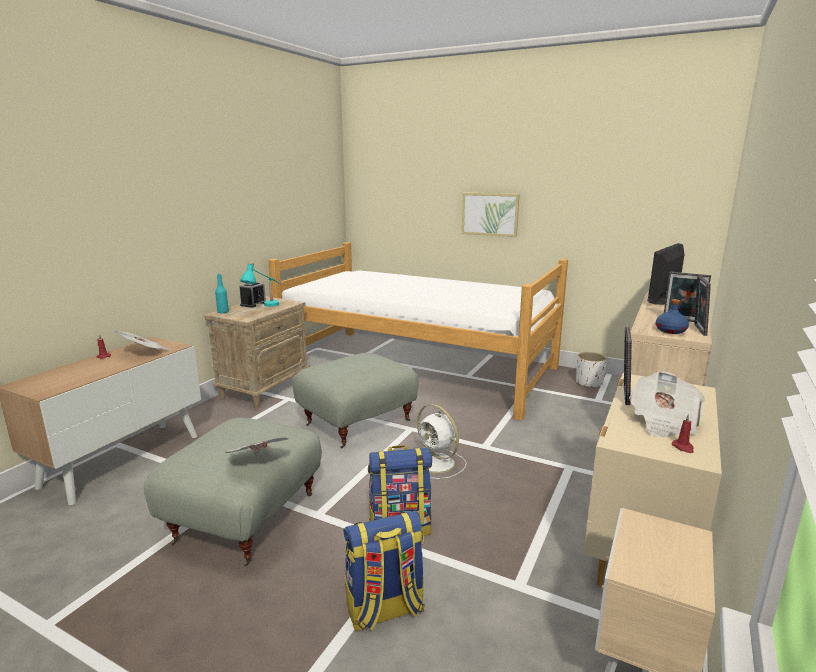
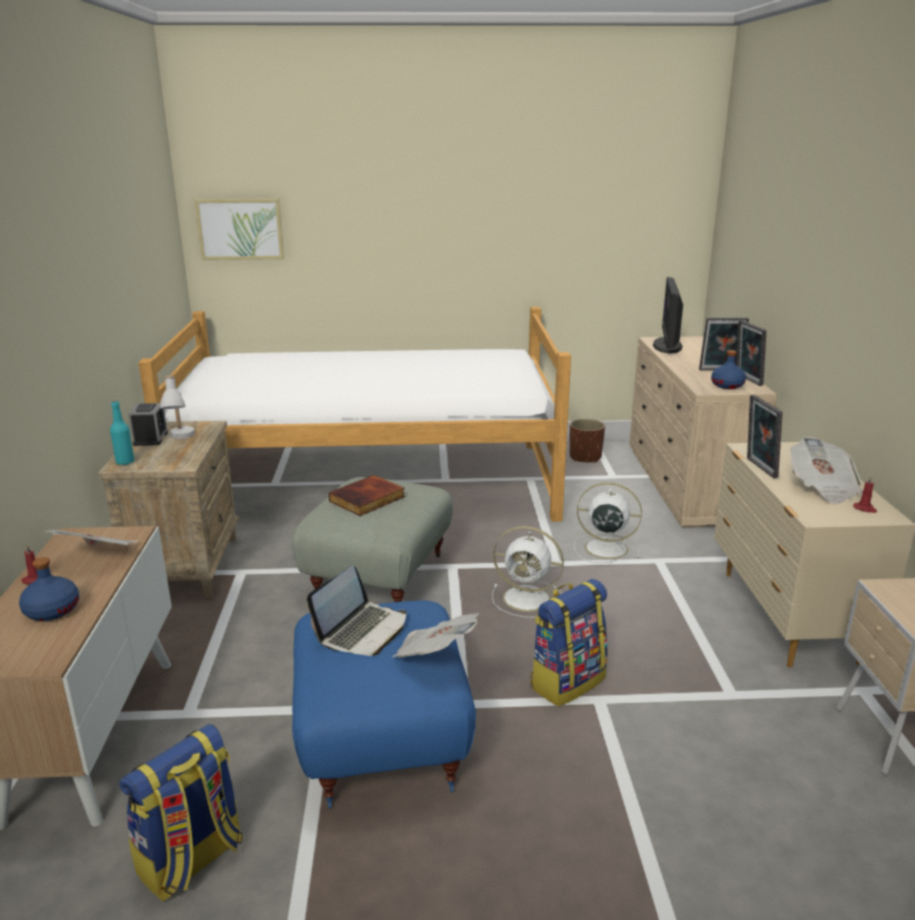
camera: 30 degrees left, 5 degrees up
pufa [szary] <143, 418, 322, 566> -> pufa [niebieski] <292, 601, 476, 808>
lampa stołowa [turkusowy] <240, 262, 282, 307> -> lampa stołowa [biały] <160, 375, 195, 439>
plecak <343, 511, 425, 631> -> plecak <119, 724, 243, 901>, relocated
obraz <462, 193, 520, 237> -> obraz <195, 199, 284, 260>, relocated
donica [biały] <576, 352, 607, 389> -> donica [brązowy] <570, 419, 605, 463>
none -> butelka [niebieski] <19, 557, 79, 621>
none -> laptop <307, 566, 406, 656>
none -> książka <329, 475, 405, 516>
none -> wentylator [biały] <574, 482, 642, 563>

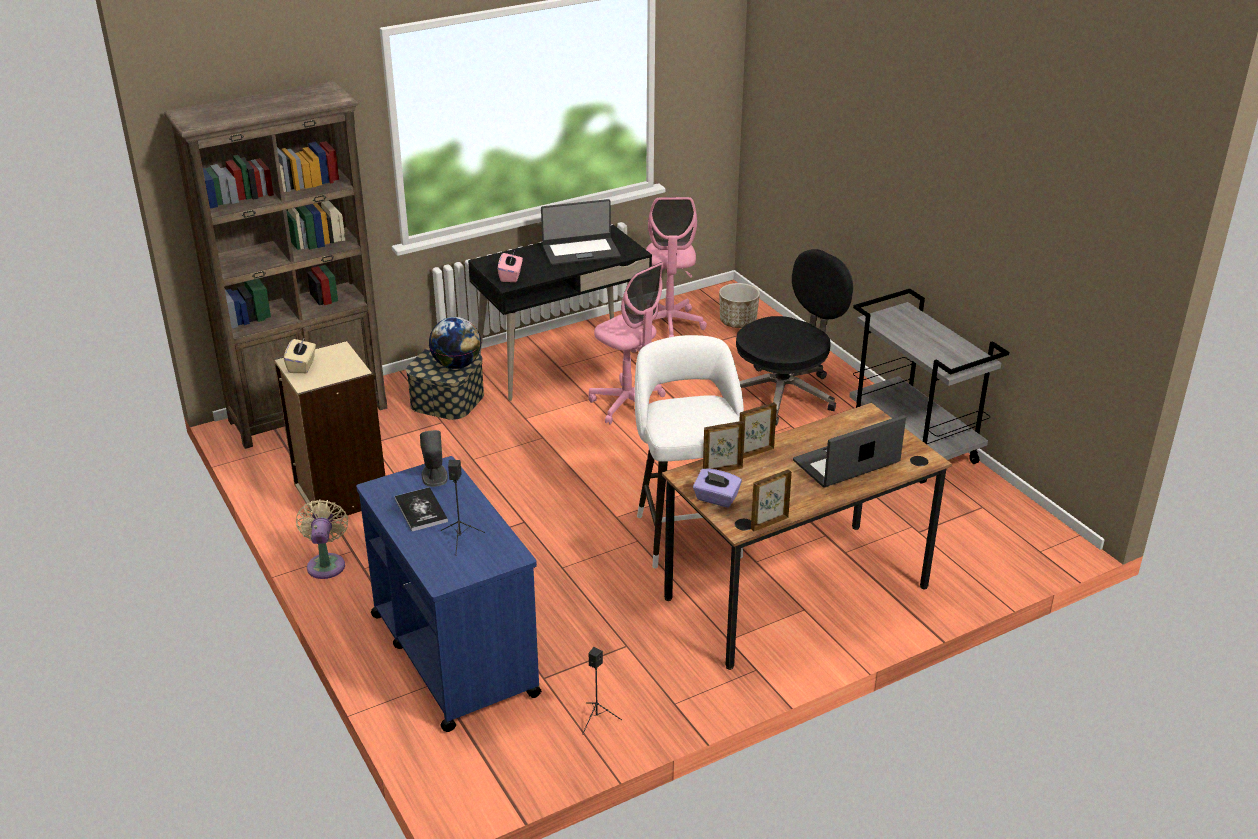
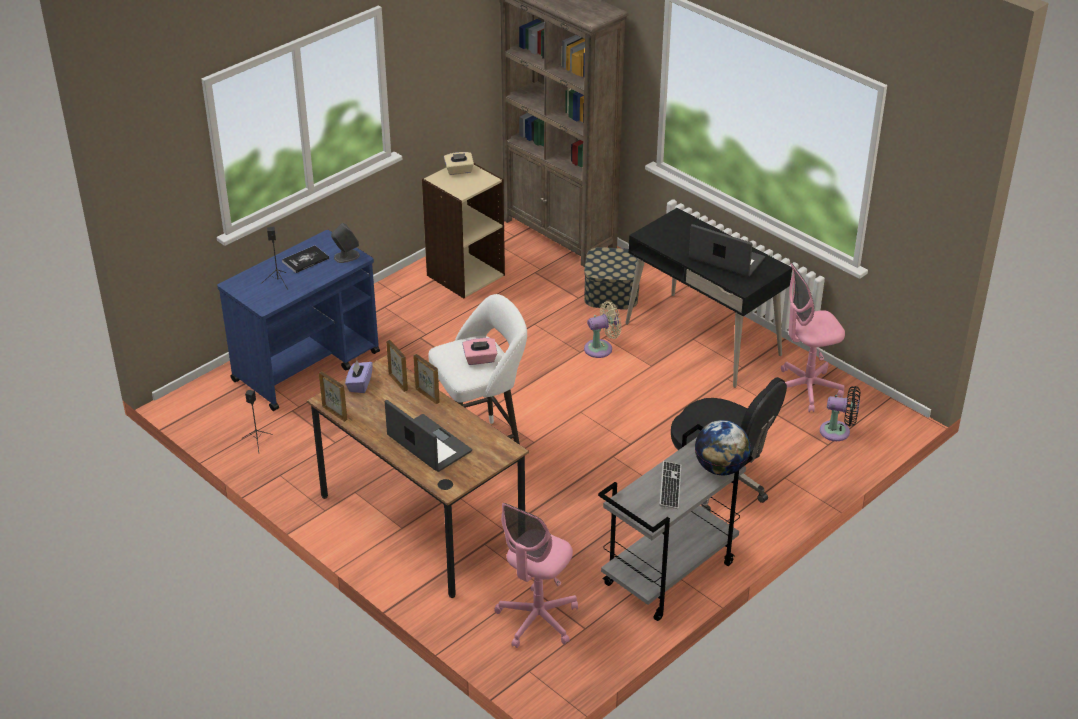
camera: 75 degrees right, 5 degrees up
wentylator [beżowy] <296, 499, 348, 579> -> wentylator [beżowy] <584, 301, 622, 358>, relocated
globus <429, 317, 481, 369> -> globus <695, 420, 751, 475>, relocated
pudełko chusteczek [różowy] <498, 253, 523, 282> -> pudełko chusteczek [różowy] <462, 338, 497, 365>, relocated
laptop <541, 199, 621, 265> -> laptop <689, 224, 765, 277>, 150 degrees clockwise
krzesło biurowe [różowy] <589, 262, 666, 425> -> krzesło biurowe [różowy] <494, 503, 578, 648>, relocated
donica <719, 283, 760, 328> -> wentylator [czarny] <820, 386, 860, 441>
none -> klawiatura <659, 461, 681, 509>

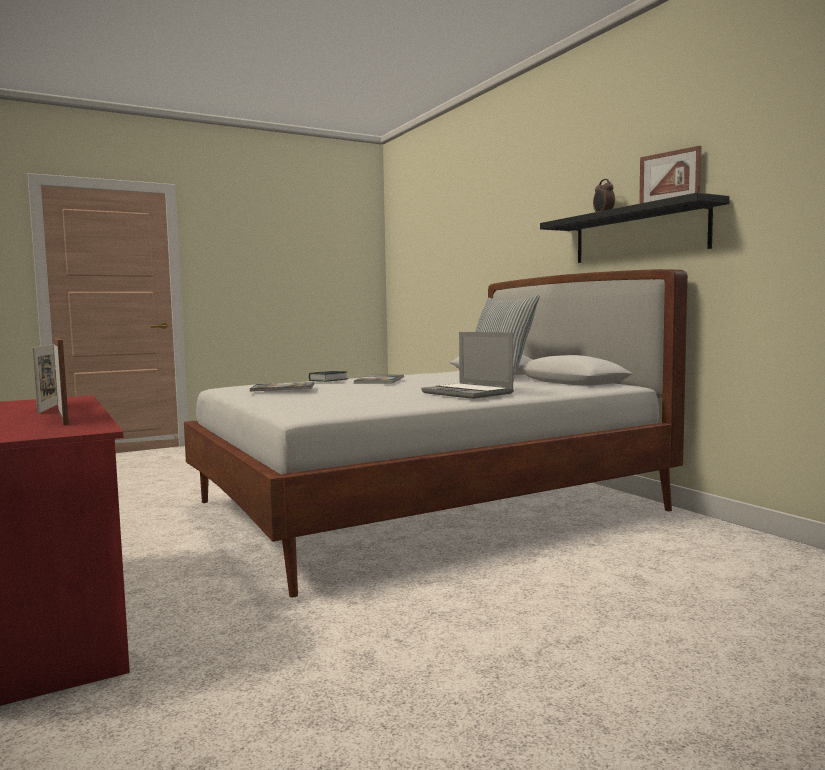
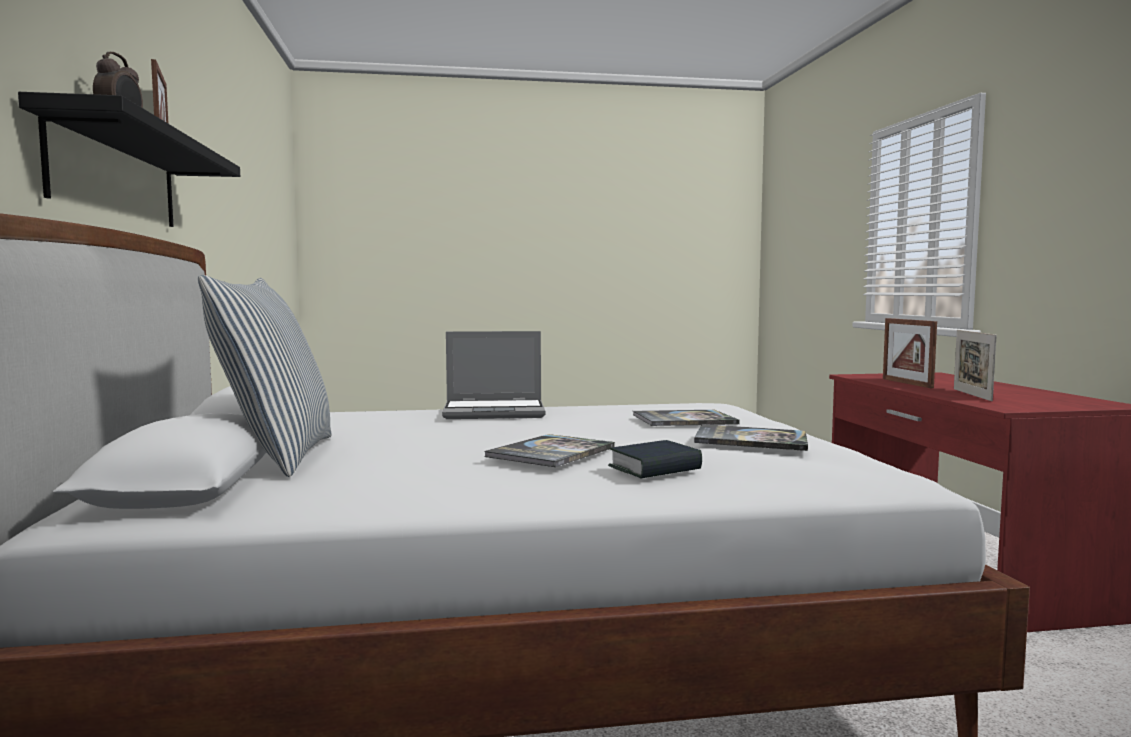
camera: 160 degrees left, 0 degrees up
laptop <421, 332, 514, 399> -> laptop <442, 331, 545, 419>, 105 degrees clockwise
none -> książka <633, 410, 740, 426>

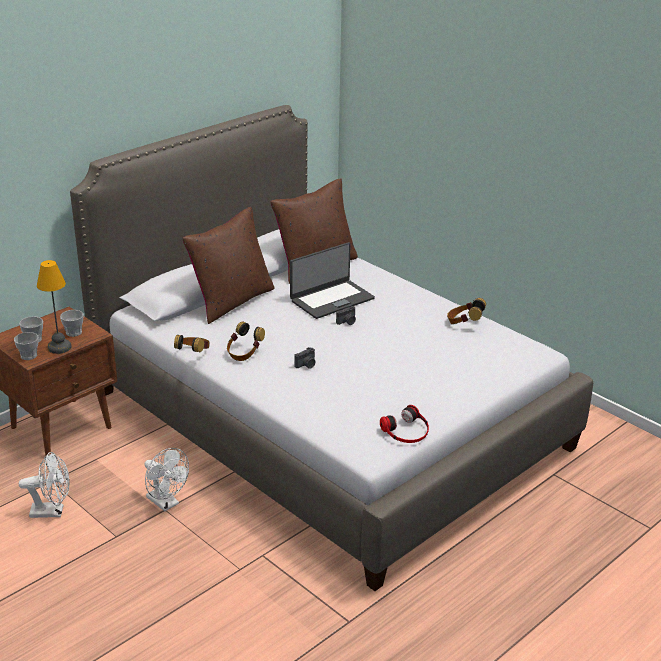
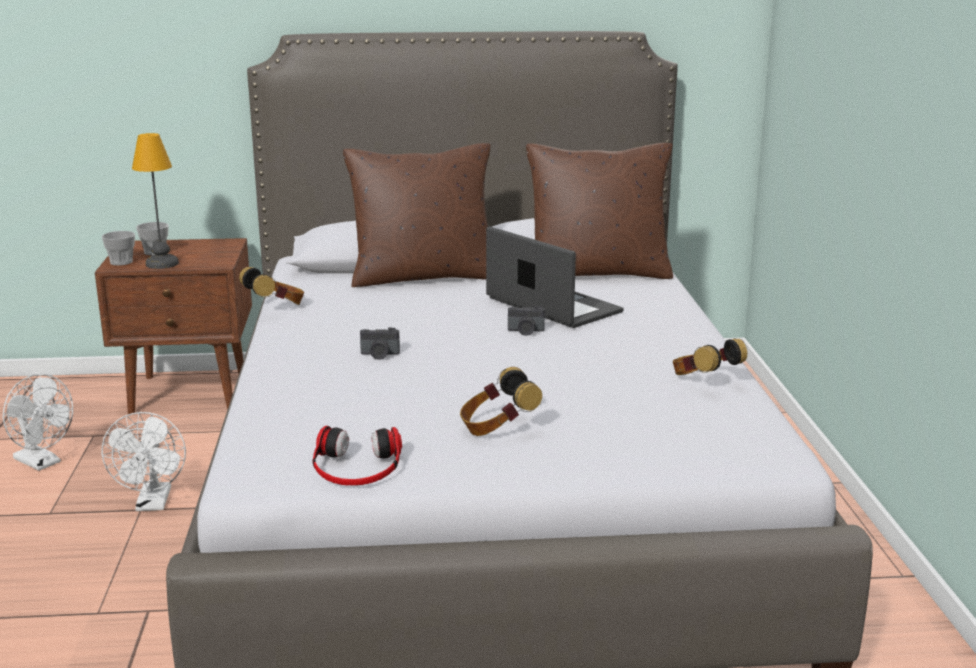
camera: 40 degrees right, 10 degrees down
filiżanka <60, 310, 84, 337> -> none
słuchawki <227, 321, 265, 361> -> słuchawki <460, 367, 542, 436>, relocated
laptop <290, 242, 375, 319> -> laptop <486, 226, 624, 328>, 135 degrees counterclockwise

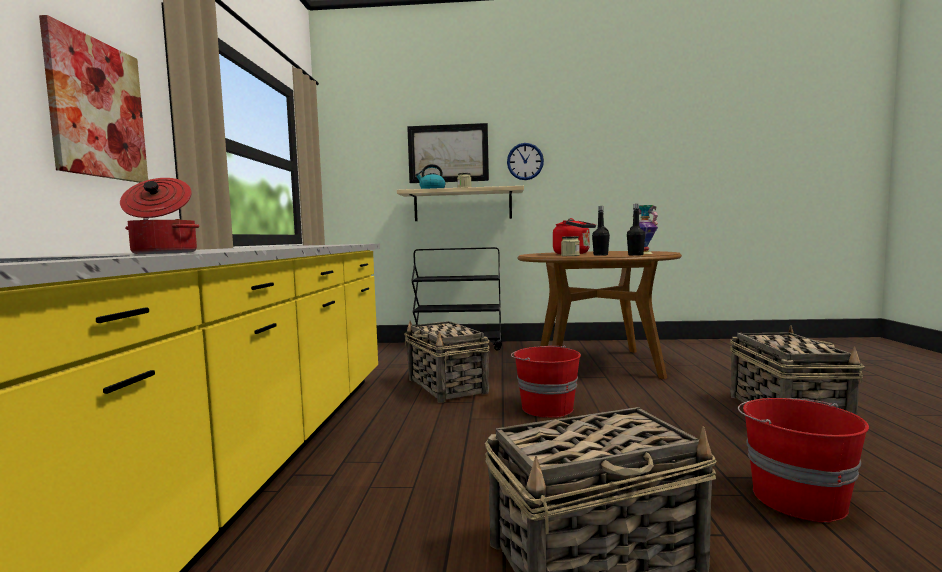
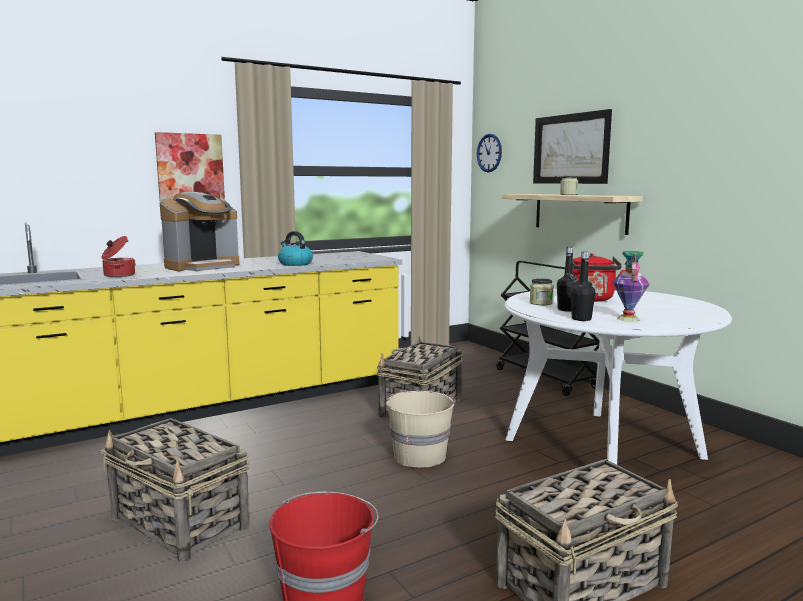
camera: 55 degrees right, 5 degrees up
czajnik <415, 164, 445, 189> -> czajnik <278, 231, 313, 266>, relocated
zegar ścienny <507, 143, 544, 180> -> zegar ścienny <477, 134, 502, 172>, relocated
wiadro [czerwony] <511, 345, 581, 418> -> wiadro [beżowy] <386, 391, 455, 468>
stół jadalny [brązowy] <517, 251, 682, 379> -> stół jadalny [biały] <504, 289, 732, 465>
none -> ekspres do kawy <160, 192, 239, 271>

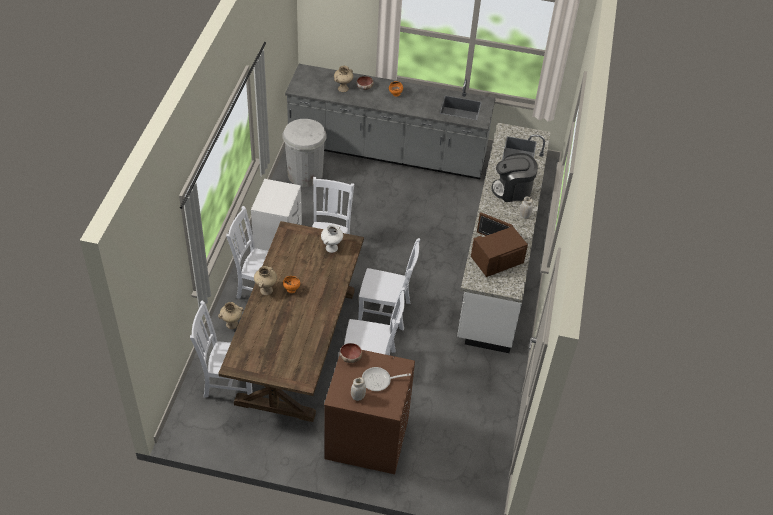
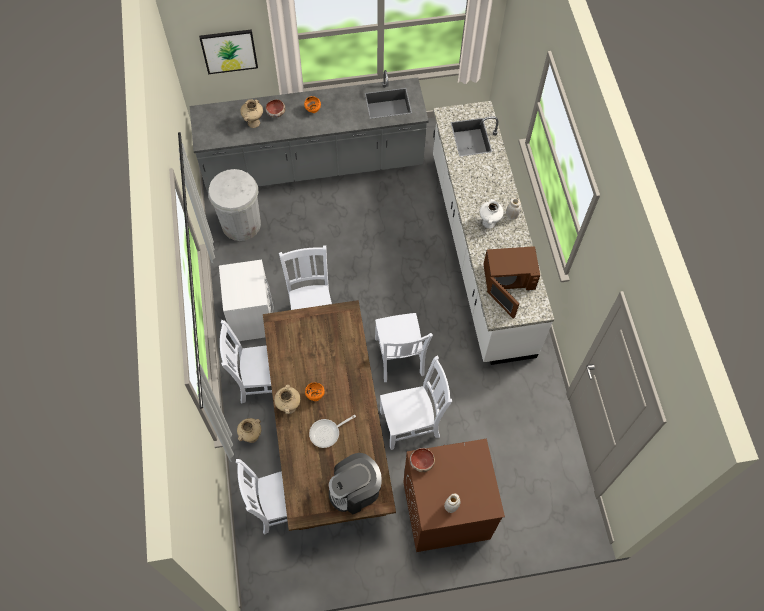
camera: 20 degrees left, 15 degrees up
wazon [biały] <321, 224, 343, 253> -> wazon [biały] <480, 199, 504, 228>, relocated
krzesło [biały] <358, 238, 420, 330> -> krzesło [biały] <375, 313, 433, 382>, 90 degrees clockwise
patelnia <362, 367, 411, 391> -> patelnia <309, 415, 356, 448>, relocated
mikrofalówka [brązowy] <471, 212, 528, 277> -> mikrofalówka [brązowy] <483, 246, 540, 319>, 135 degrees counterclockwise
ekspres do kawy <491, 153, 538, 202> -> ekspres do kawy <329, 453, 382, 515>, relocated
none -> obraz <199, 29, 258, 74>

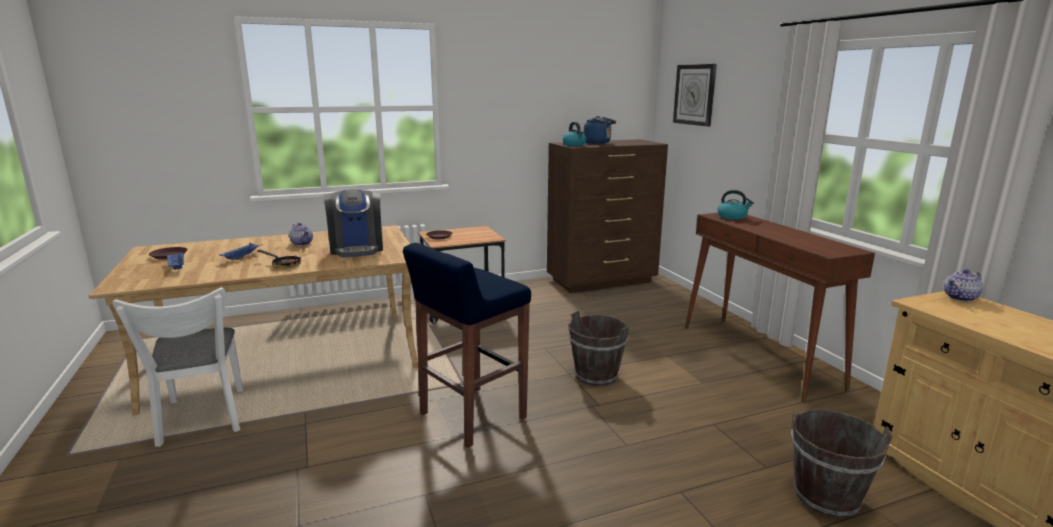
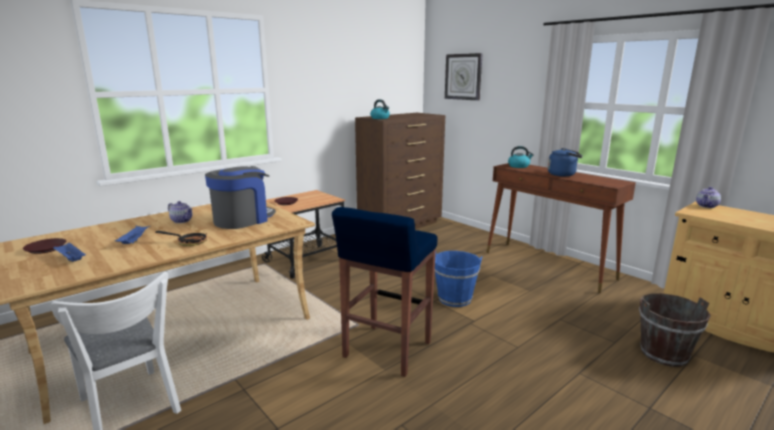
camera: 20 degrees left, 0 degrees up
ekspres do kawy <323, 189, 383, 257> -> ekspres do kawy <205, 166, 276, 229>, 105 degrees counterclockwise
wiadro [brązowy] <568, 311, 629, 386> -> wiadro [niebieski] <435, 251, 483, 307>
czajnik [niebieski] <584, 116, 616, 144> -> czajnik [niebieski] <548, 148, 583, 177>, relocated

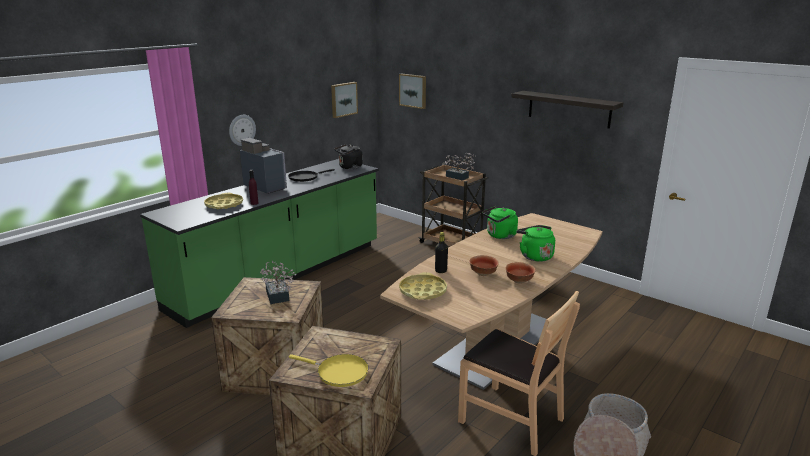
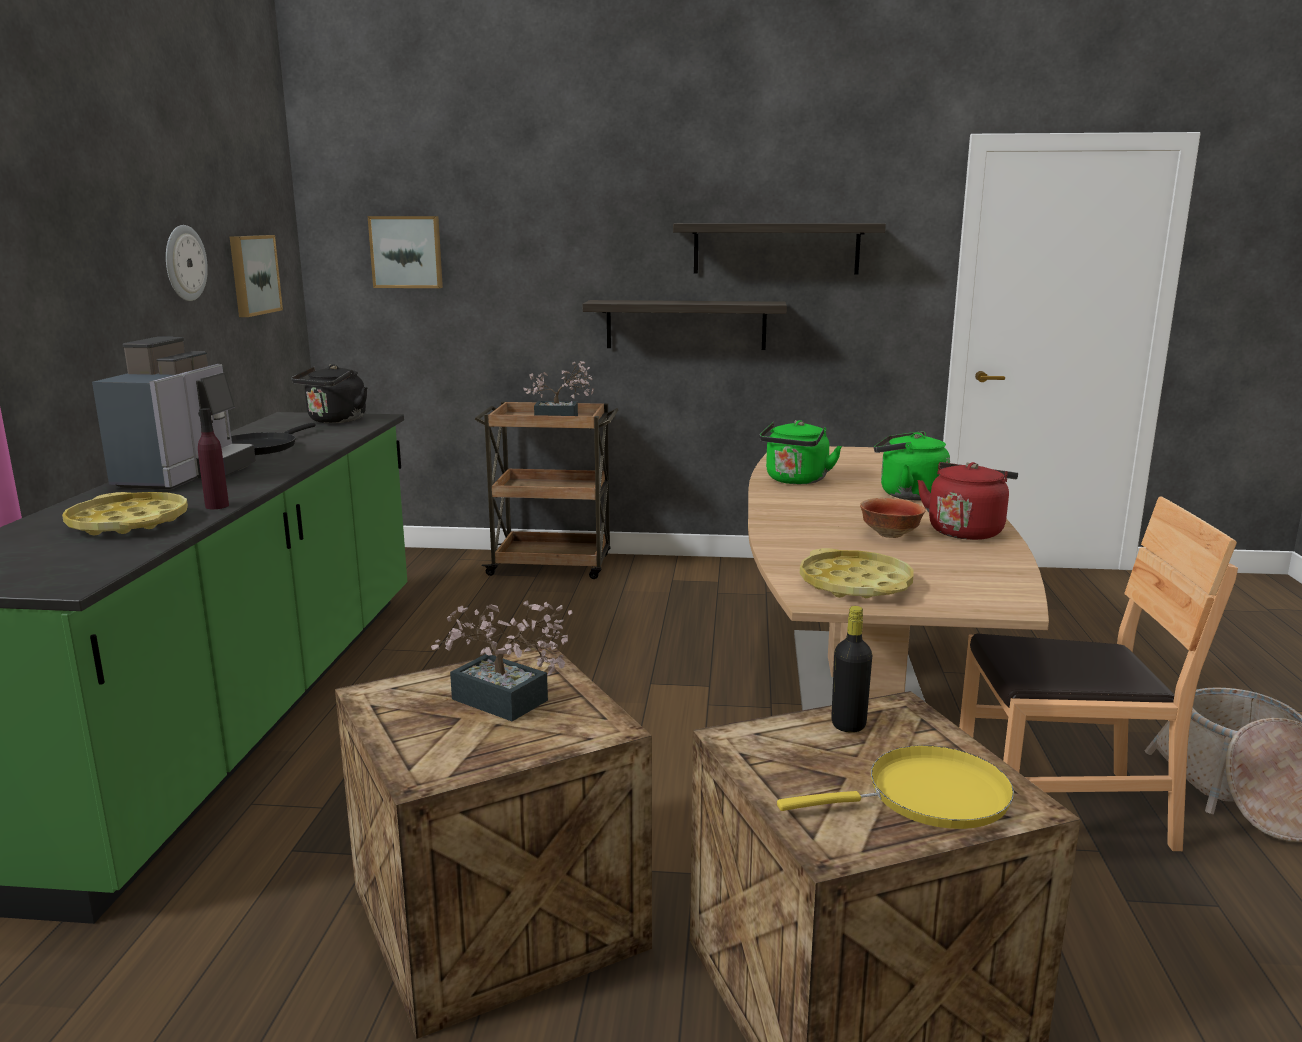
camera: 35 degrees left, 5 degrees down
zegar ścienny <229, 115, 256, 146> -> zegar ścienny <166, 225, 208, 301>, relocated
ekspres do kawy <240, 138, 287, 194> -> ekspres do kawy <92, 337, 256, 490>, 90 degrees clockwise
butelka [czarny] <435, 232, 448, 273> -> butelka [czarny] <831, 606, 872, 733>, relocated
miska <505, 262, 536, 284> -> czajnik [czerwony] <917, 462, 1018, 540>
none -> półka <583, 300, 787, 350>

